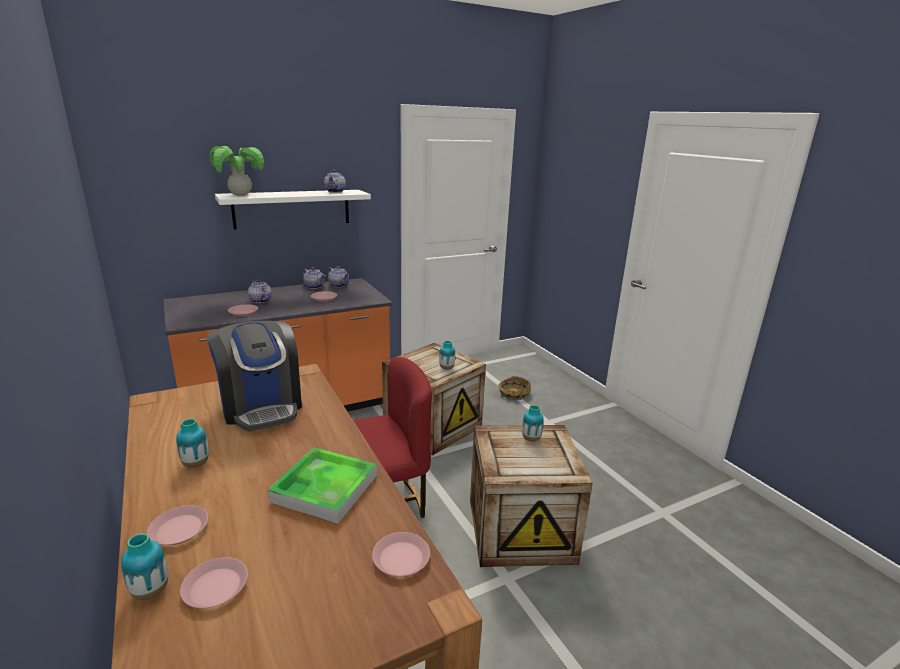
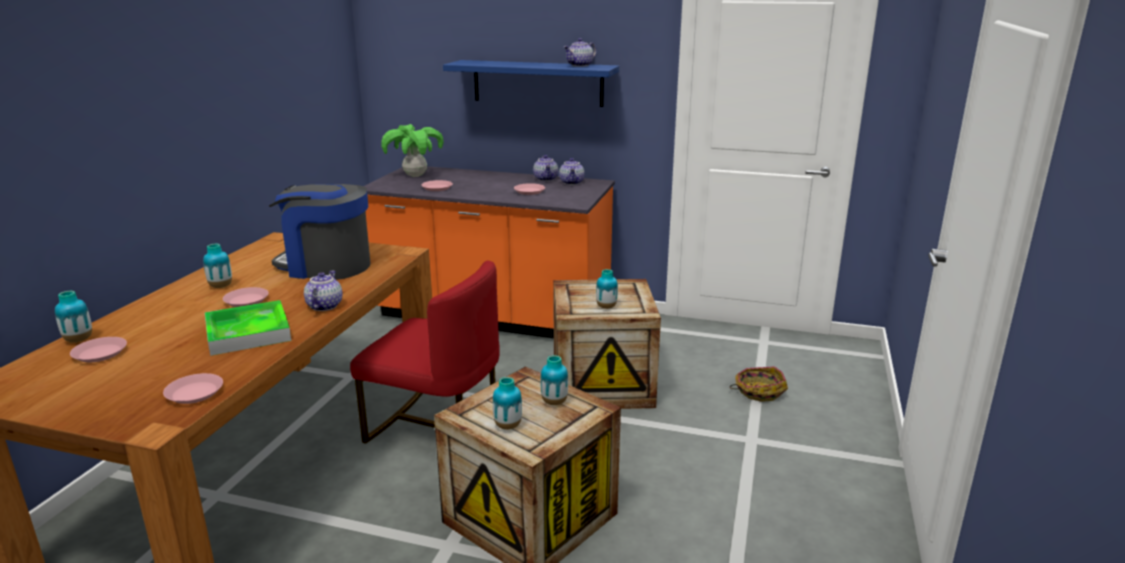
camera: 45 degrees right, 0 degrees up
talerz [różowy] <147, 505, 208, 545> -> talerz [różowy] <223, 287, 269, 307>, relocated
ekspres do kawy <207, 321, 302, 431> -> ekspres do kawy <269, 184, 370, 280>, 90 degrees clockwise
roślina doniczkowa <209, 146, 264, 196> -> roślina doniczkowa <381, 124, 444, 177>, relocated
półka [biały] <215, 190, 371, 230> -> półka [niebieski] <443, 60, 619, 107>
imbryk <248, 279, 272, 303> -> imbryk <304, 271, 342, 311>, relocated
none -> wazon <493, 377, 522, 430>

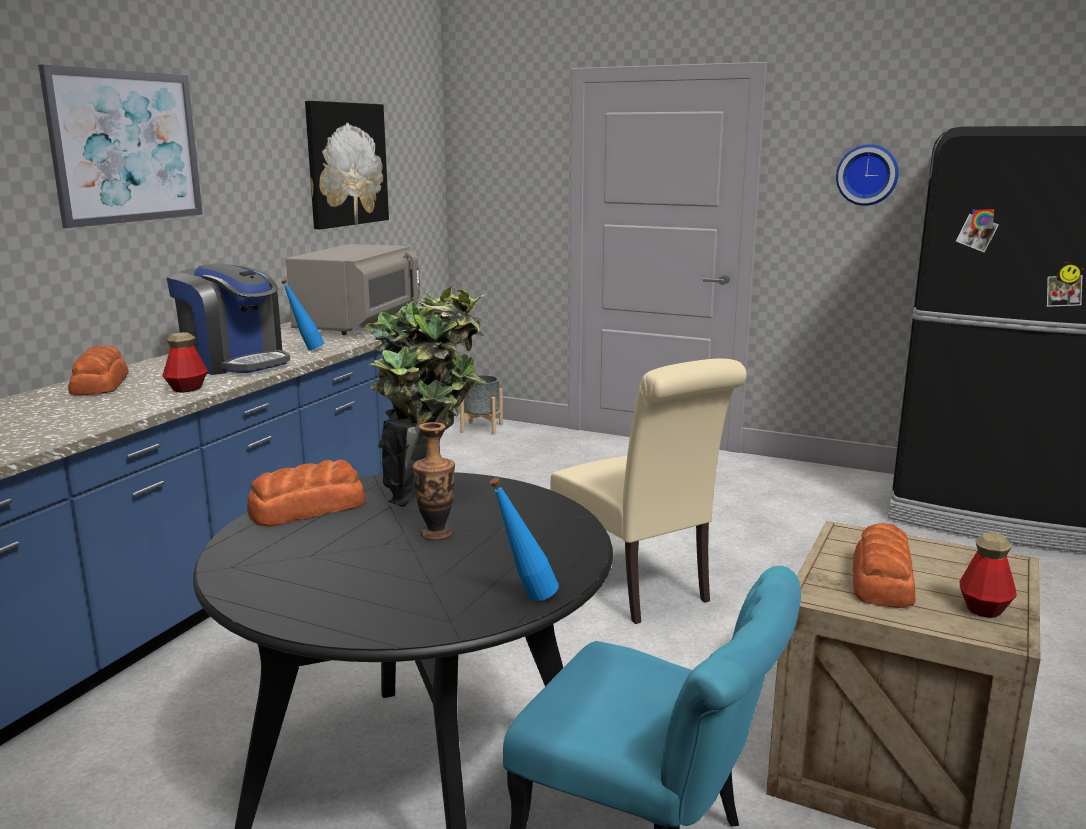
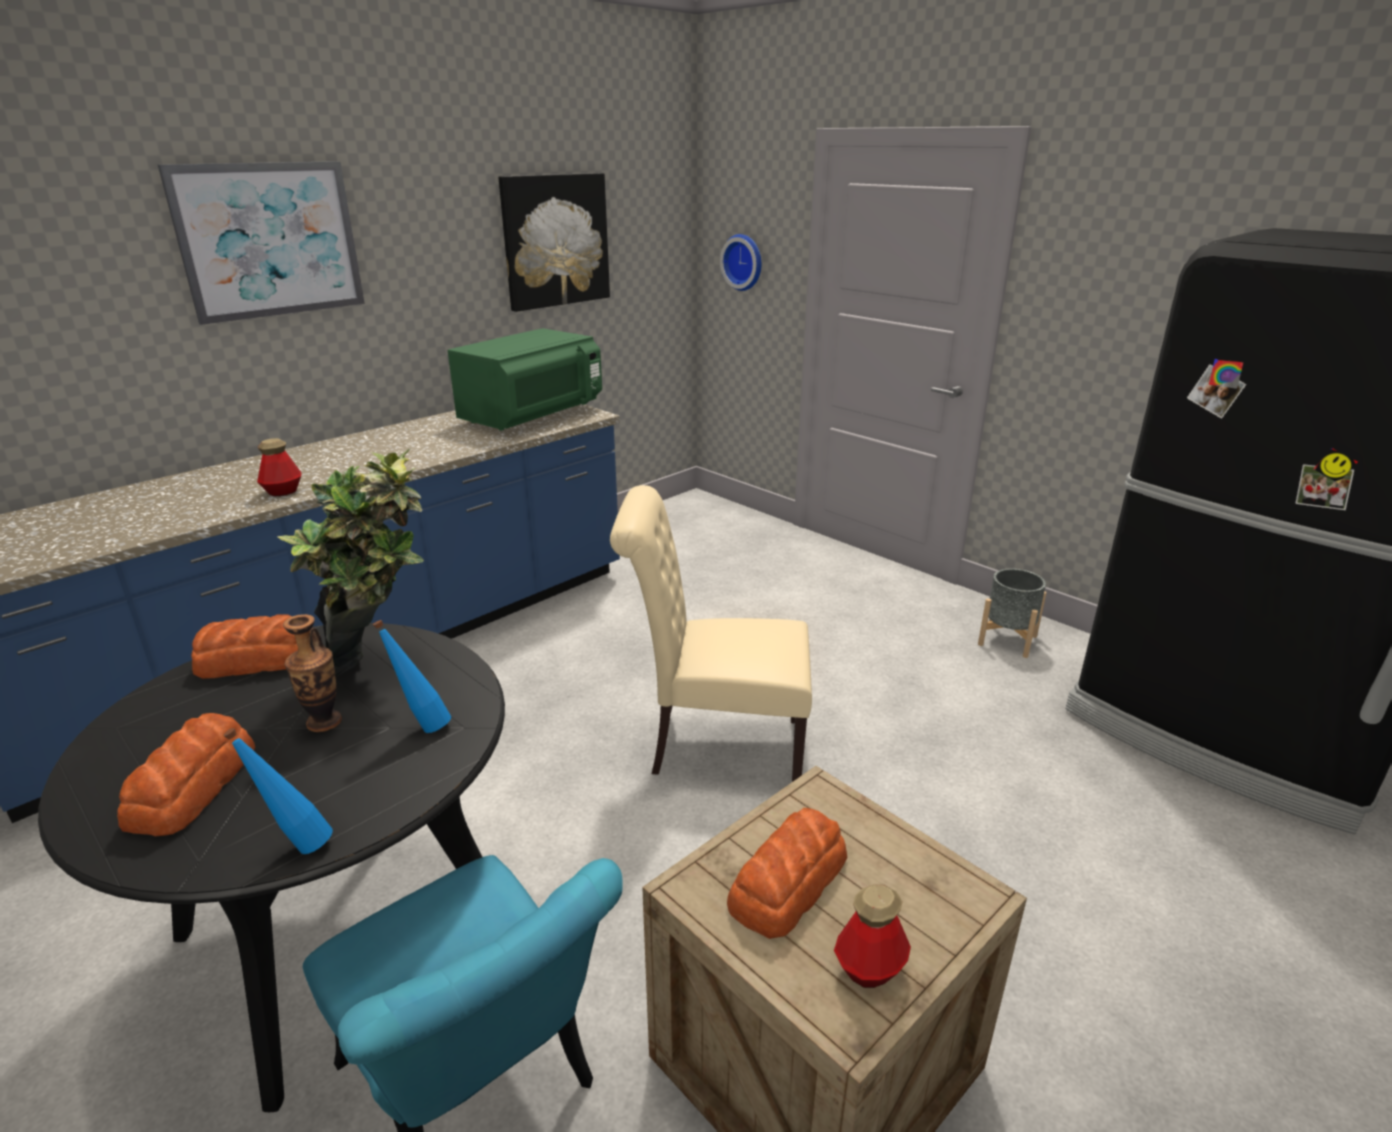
camera: 20 degrees right, 10 degrees up
chleb <68, 346, 129, 395> -> chleb <117, 713, 255, 836>, relocated
ekspres do kawy <166, 263, 290, 375> -> none
butelka [niebieski] <281, 280, 324, 351> -> butelka [niebieski] <373, 620, 451, 733>, relocated
mikrofalówka [szary] <286, 244, 420, 335> -> mikrofalówka [zielony] <448, 328, 602, 431>
donica [szary] <460, 375, 503, 435> -> donica [szary] <978, 569, 1046, 658>, relocated
krzesło [beżowy] <550, 358, 747, 624> -> krzesło [beżowy] <610, 485, 812, 782>, 105 degrees clockwise
zegar ścienny <836, 144, 899, 206> -> zegar ścienny <720, 234, 761, 291>, relocated

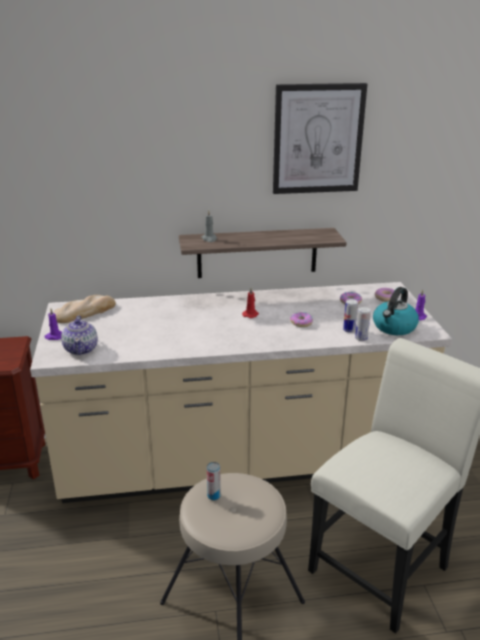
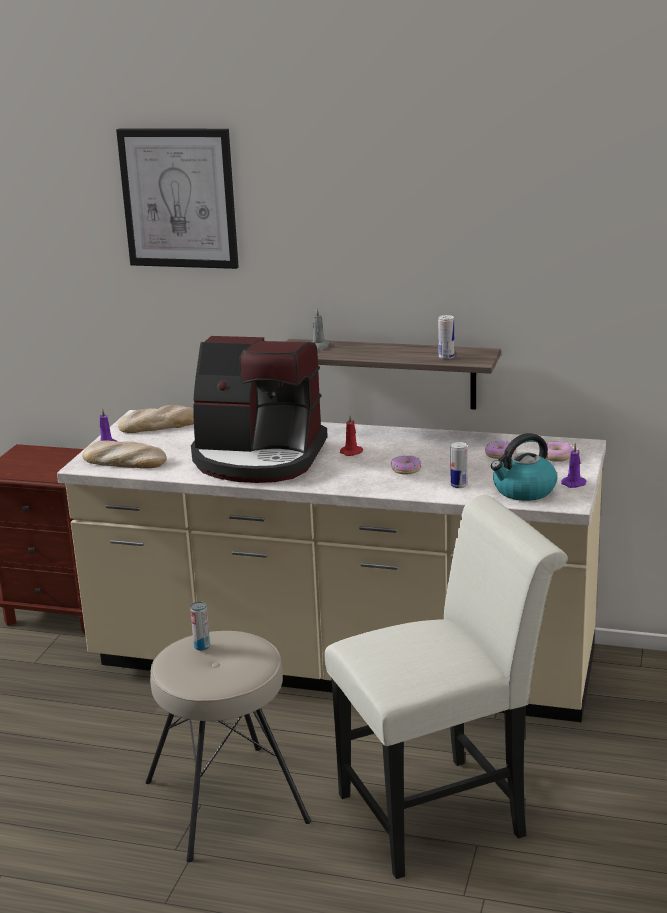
camera: 25 degrees right, 5 degrees down
imbryk <61, 315, 98, 355> -> chleb <82, 440, 167, 469>
obraz <273, 83, 367, 194> -> obraz <116, 129, 239, 269>, relocated
puszka <355, 307, 371, 341> -> puszka <438, 315, 454, 359>, relocated
none -> ekspres do kawy <191, 336, 328, 483>

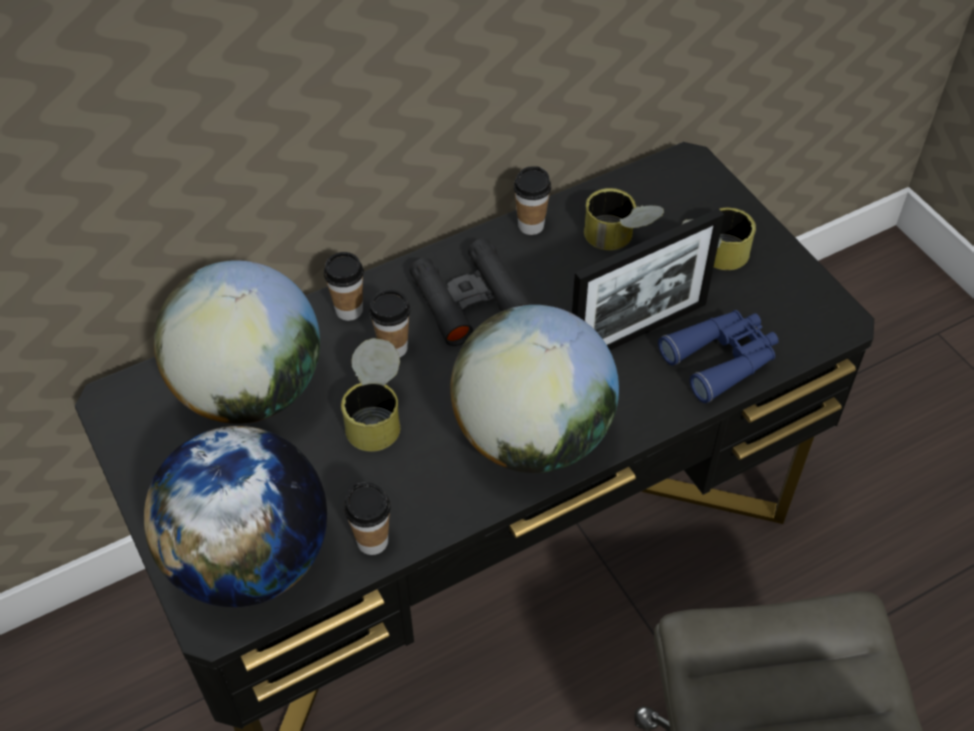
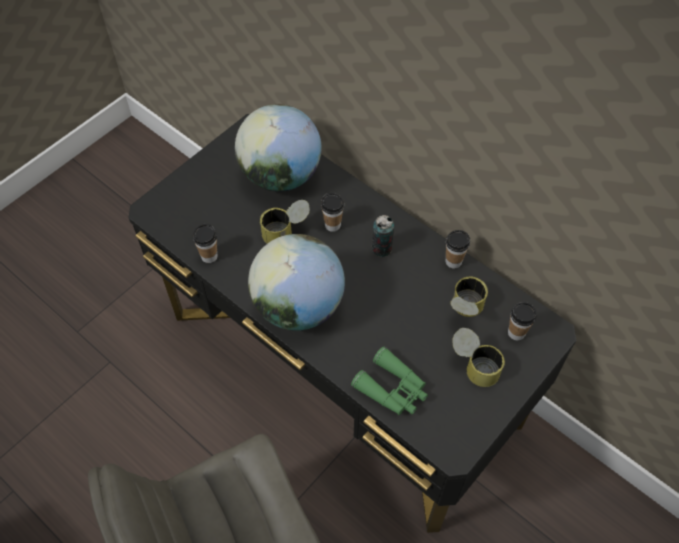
camera: 70 degrees right, 5 degrees up
globus <144, 426, 327, 607> -> none
filiżanka <324, 252, 364, 321> -> filiżanka <508, 302, 537, 340>, relocated
lornetka [czarny] <410, 239, 531, 346> -> puszka <372, 215, 394, 257>
ramka na zdjęcie <572, 209, 724, 350> -> none
lornetka [niebieski] <658, 310, 779, 403> -> lornetka [zielony] <351, 346, 428, 415>

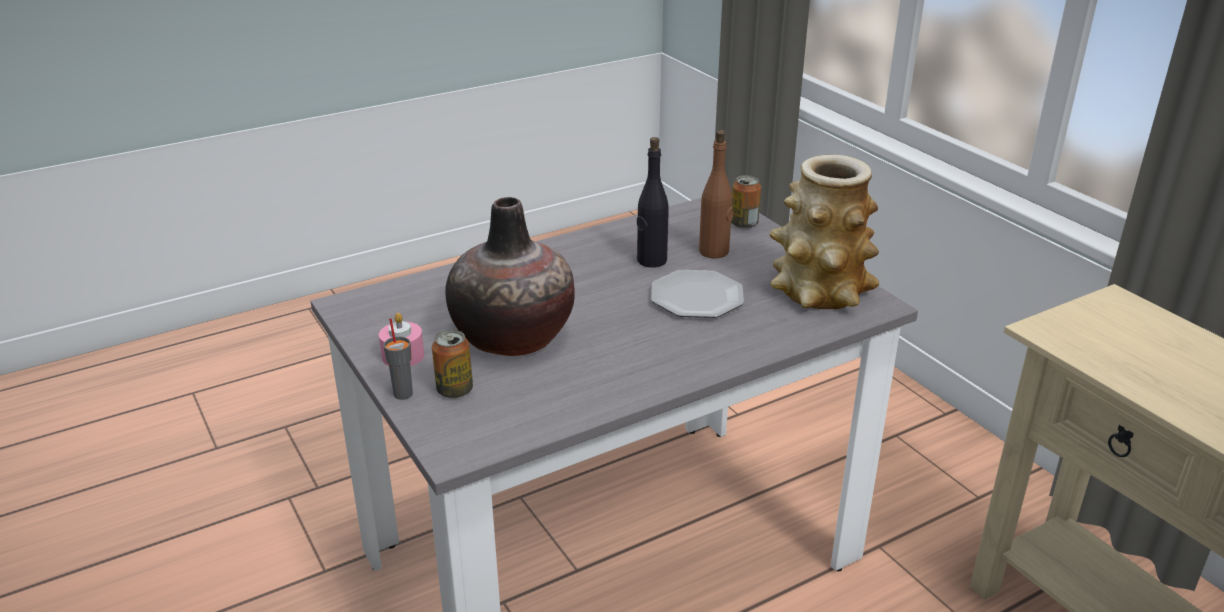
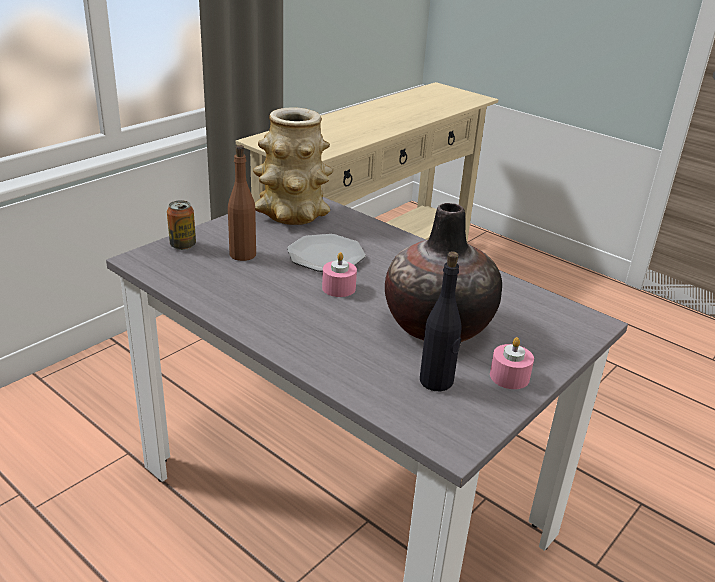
camera: 110 degrees left, 0 degrees up
filiżanka [szary] <383, 318, 413, 400> -> none
puszka <432, 330, 473, 398> -> none
butelka [czarny] <637, 137, 669, 267> -> butelka [czarny] <420, 251, 462, 391>, relocated
none -> świeca [różowy] <322, 252, 357, 297>

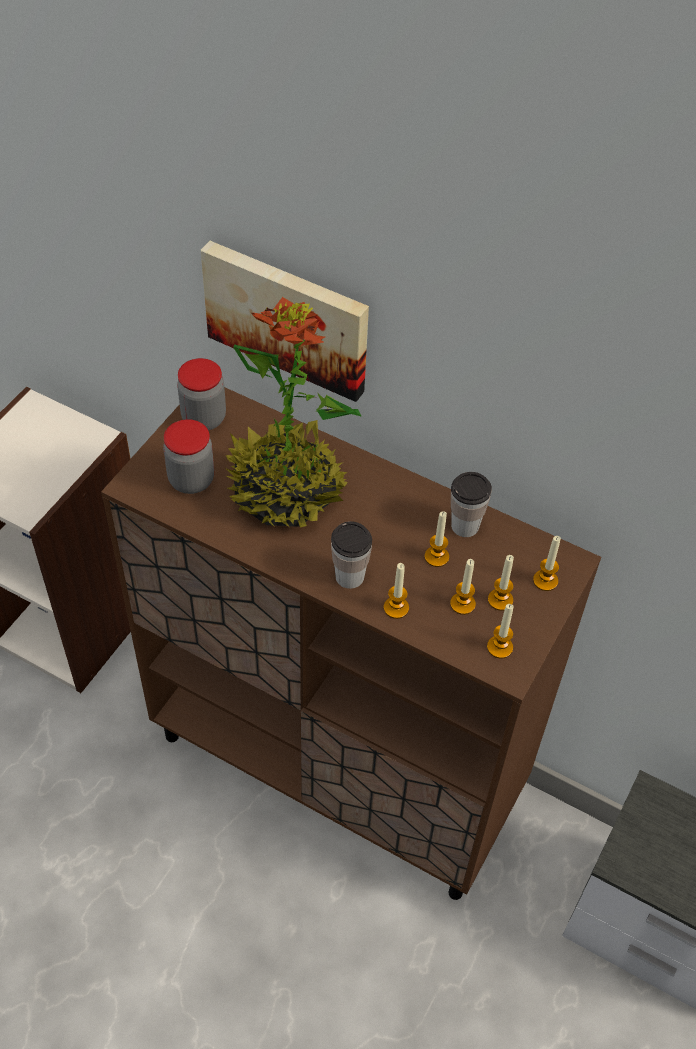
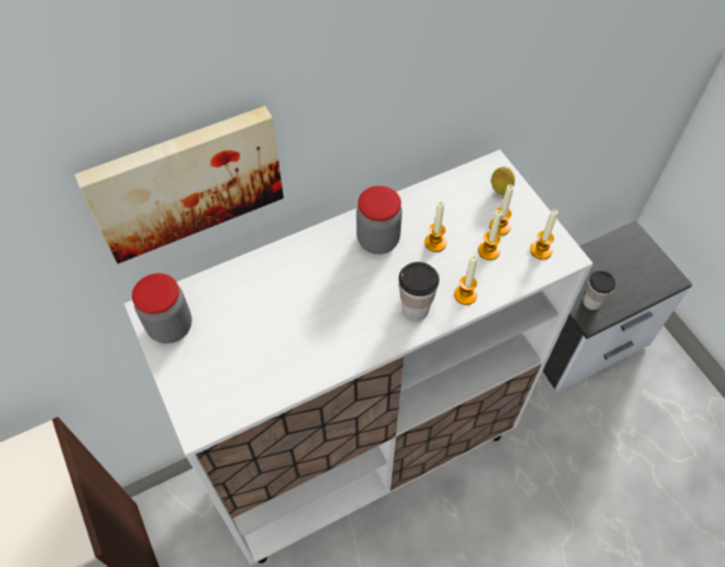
camera: 55 degrees left, 5 degrees up
szafka [brązowy] <101, 387, 601, 900> -> szafka [biały] <124, 150, 593, 565>
słoik <163, 419, 214, 494> -> słoik <357, 186, 402, 254>, relocated
roślina doniczkowa <225, 297, 362, 528> -> none
filiżanka <451, 472, 492, 537> -> filiżanka <583, 270, 615, 310>, relocated
świeca <533, 536, 561, 591> -> cytryna <491, 167, 515, 195>

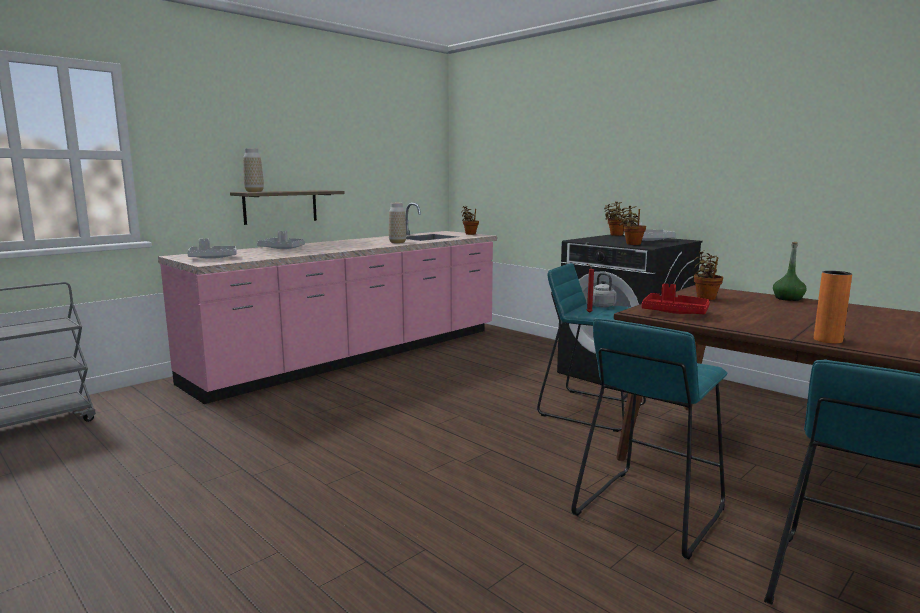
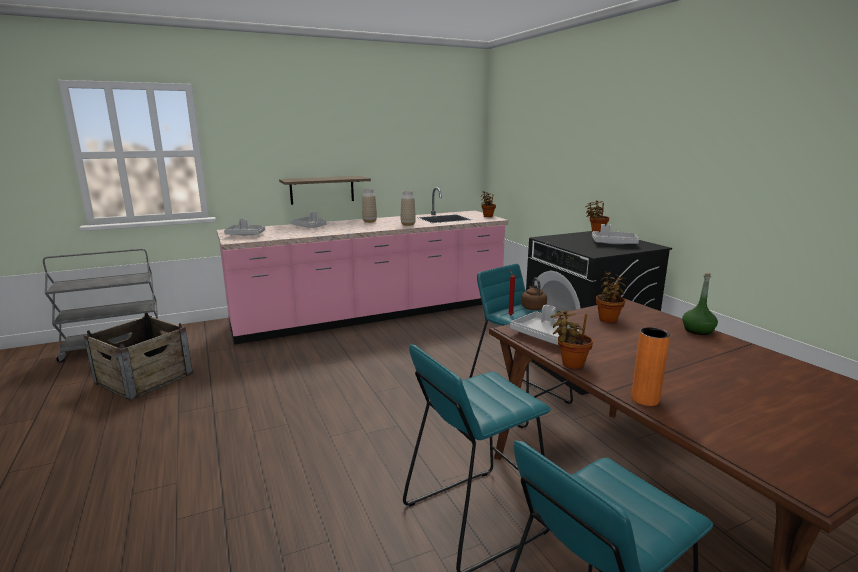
camera: 20 degrees right, 5 degrees up
wazon <243, 148, 264, 192> -> wazon <362, 188, 377, 223>, relocated
czajnik [szary] <592, 273, 617, 308> -> czajnik [brązowy] <521, 277, 547, 310>
roślina doniczkowa <617, 205, 646, 245> -> roślina doniczkowa <551, 309, 593, 369>, relocated
taca [czerwony] <642, 284, 710, 314> -> taca [szary] <510, 305, 579, 345>
none -> skrzynka <83, 313, 193, 401>

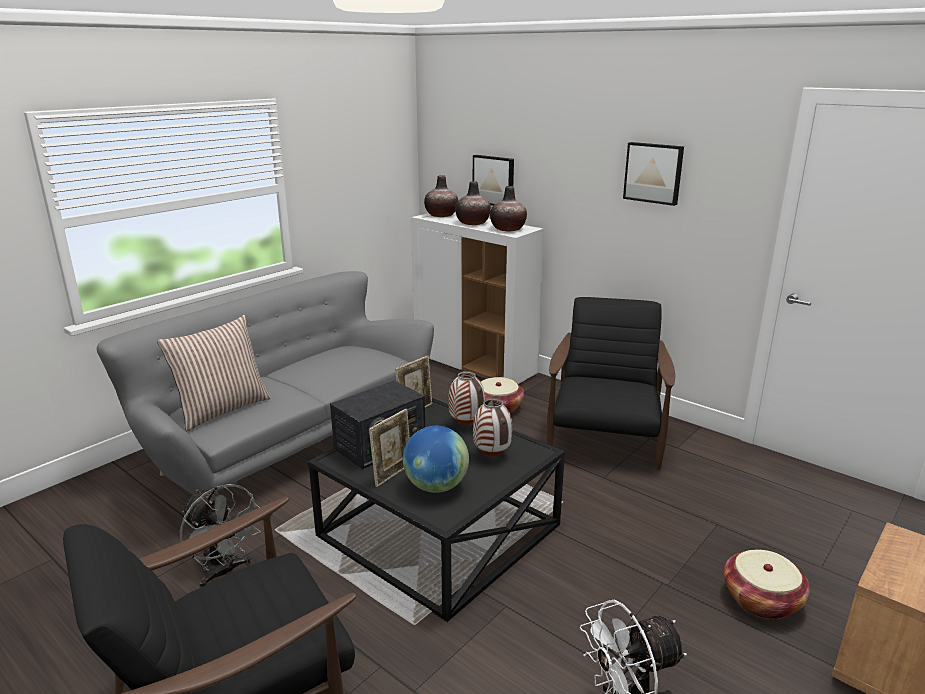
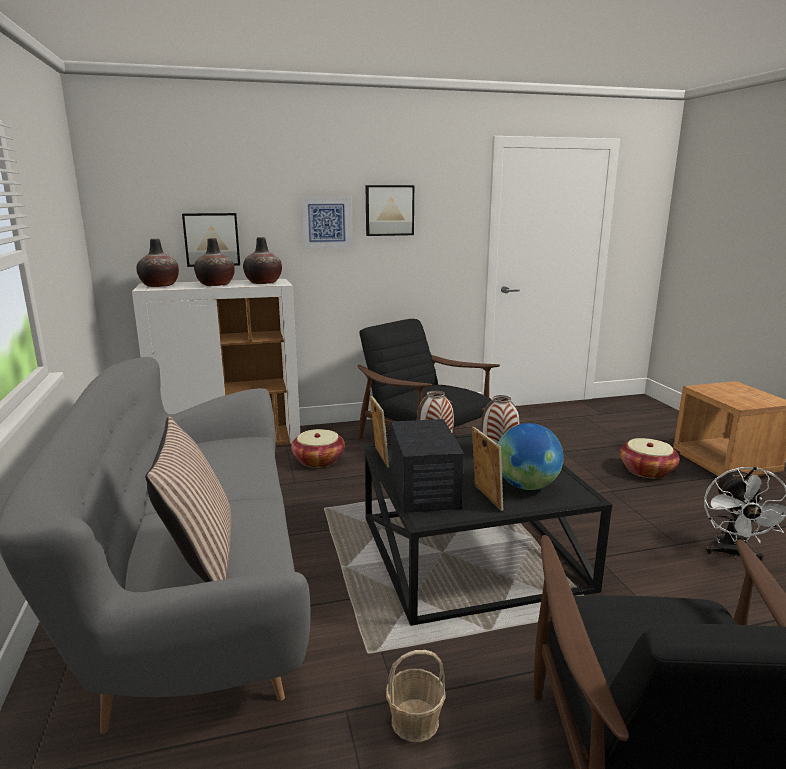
camera: 55 degrees left, 5 degrees down
wentylator [szary] <180, 484, 261, 588> -> koszyk <386, 650, 446, 742>
none -> obraz <300, 196, 352, 249>

